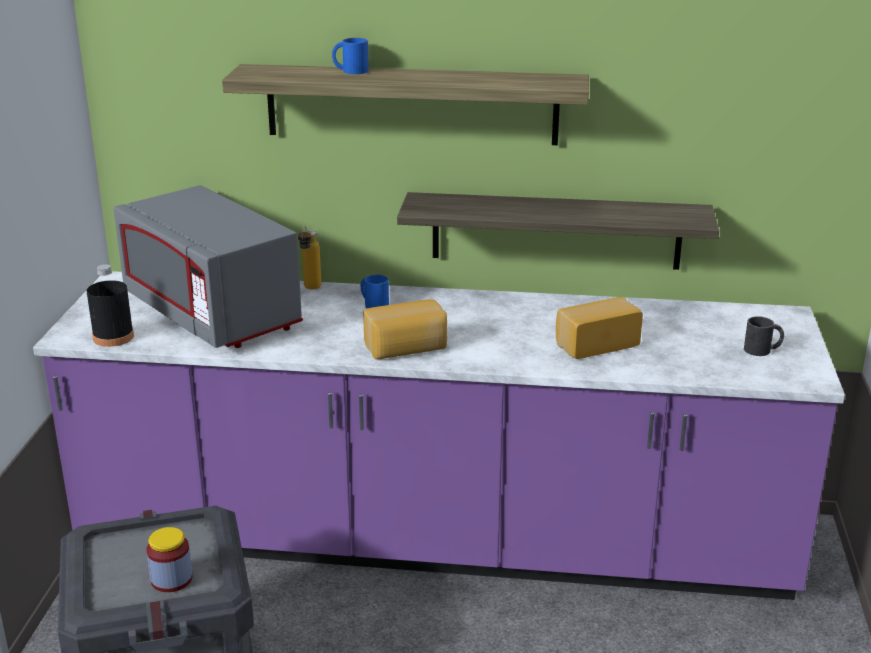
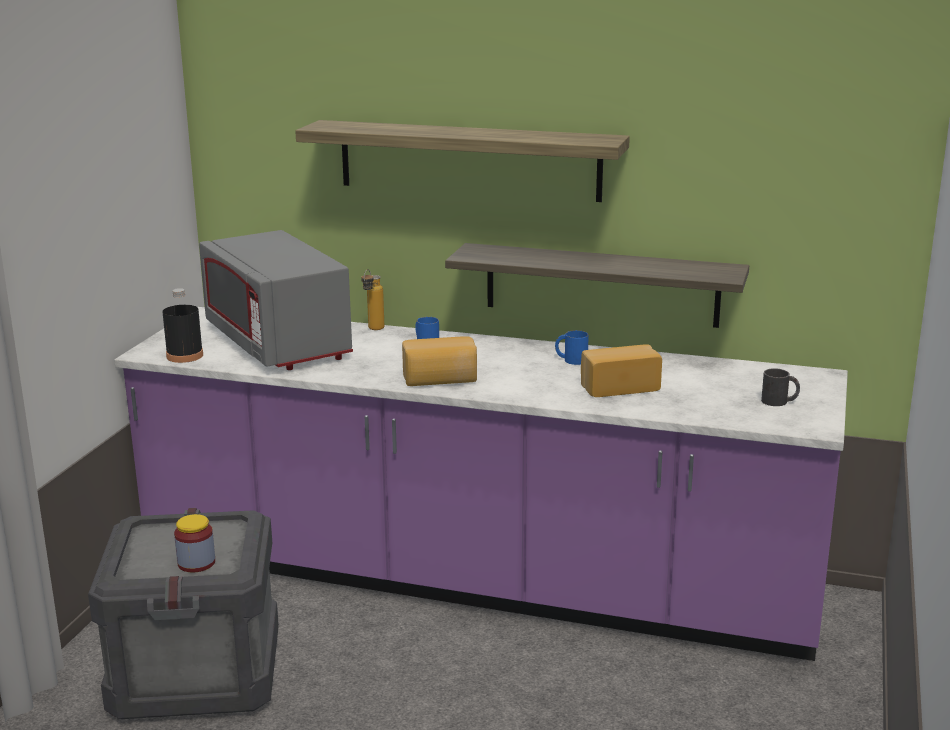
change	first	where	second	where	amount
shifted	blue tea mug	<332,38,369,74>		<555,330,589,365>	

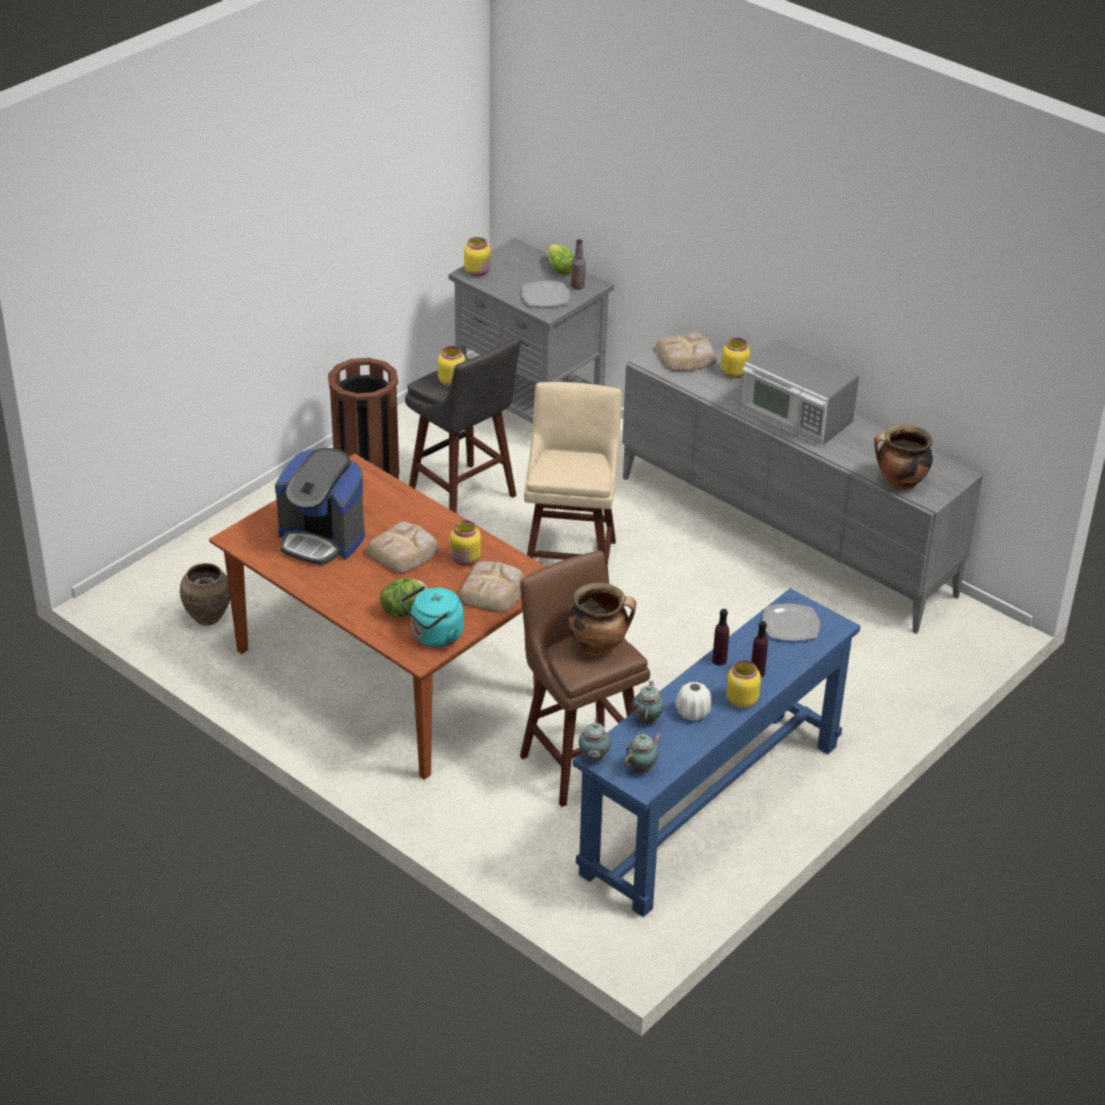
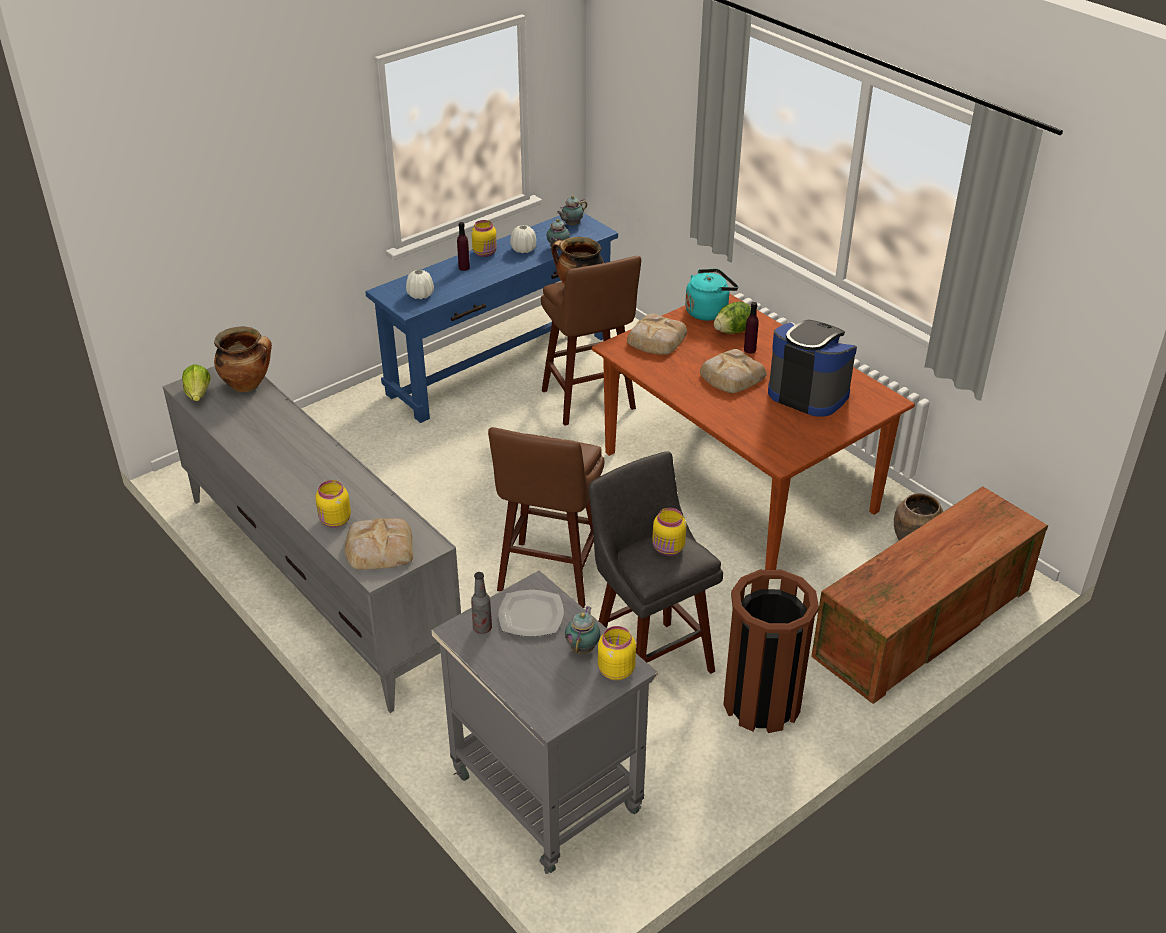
change	first	where	second	where	amount
shifted	lettuce	<548,244,574,275>		<182,364,211,401>	
gone	microwave	<741,339,859,447>			
swapped	beige-coloured upright chair	<524,382,622,584>	brownish sitting stool	<488,427,604,608>	
gone	yellow-coloured storage jar	<450,520,481,565>			
swapped	dinner plate	<762,604,820,641>	whitish flower vase	<406,270,434,299>	
shifted	purplish beverage bottle	<712,609,729,665>		<744,302,759,354>	
shifted	pot for tea	<579,718,611,761>		<565,606,600,654>	
new			brownish long seat	<811,486,1048,704>	

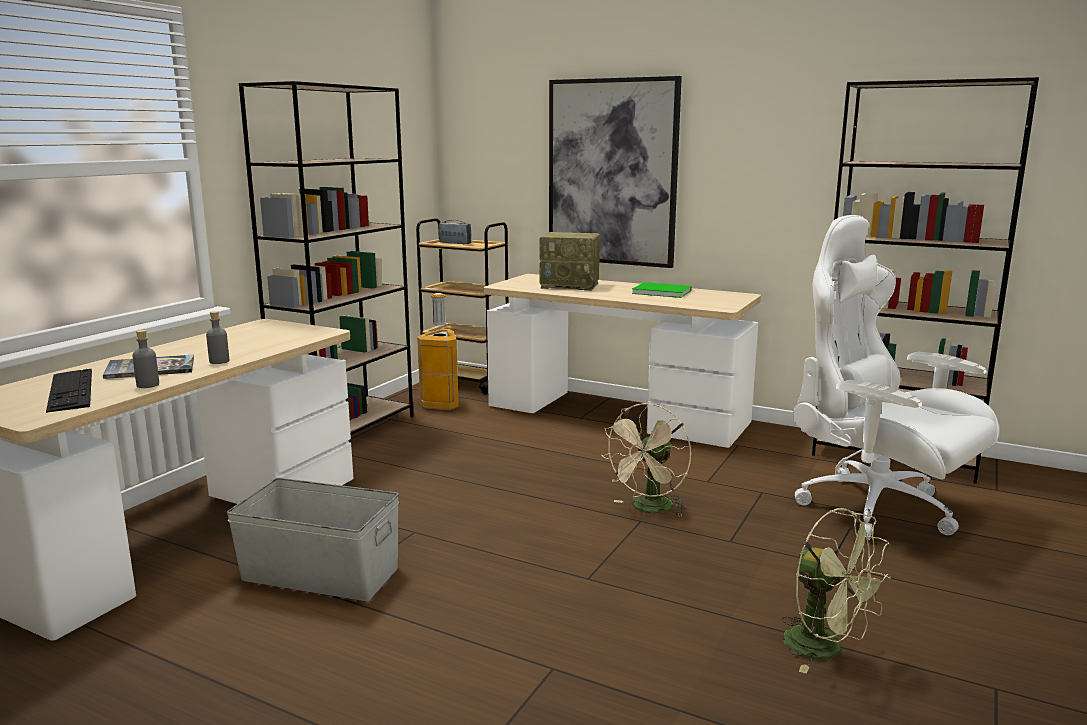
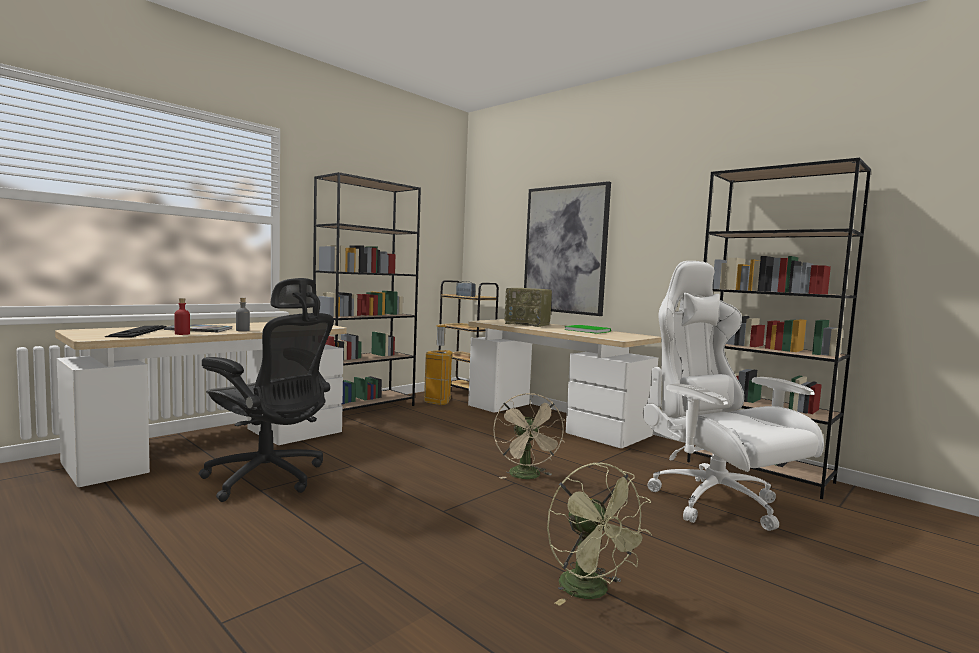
change	first	where	second	where	amount
repainted	gray beverage bottle	<132,330,159,388>	red beverage bottle	<174,298,190,335>	
rotated	beige-coloured fan	<601,403,691,517>		<493,393,565,479>	60 degrees counterclockwise
swapped	gray storage box	<226,478,399,601>	computer chair	<199,278,334,502>	

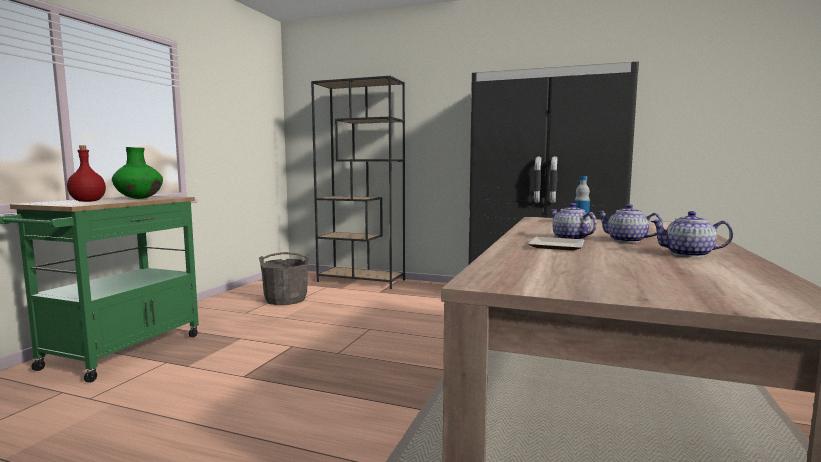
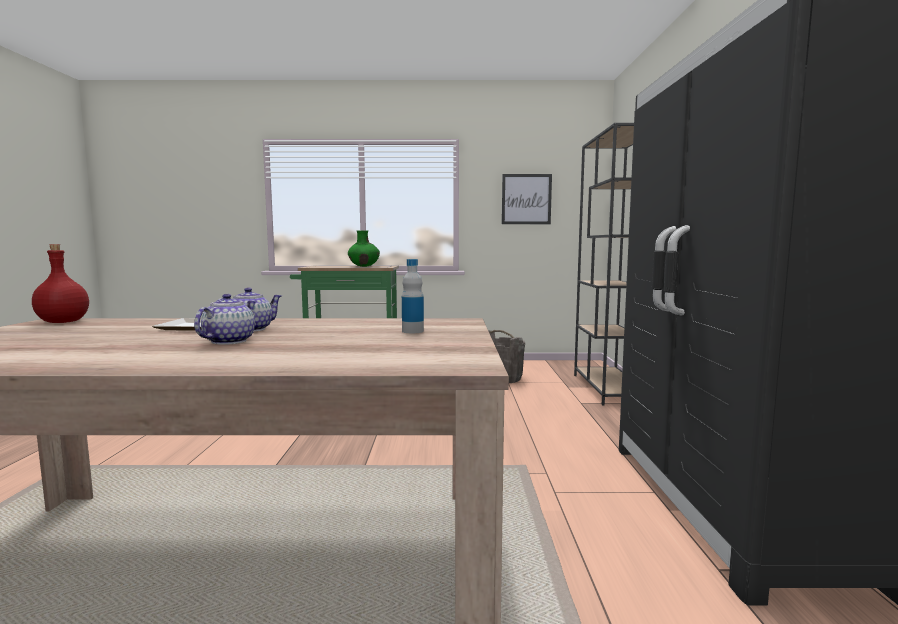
change	first	where	second	where	amount
shifted	red beverage bottle	<67,145,106,202>		<32,244,89,323>	
gone	pot for tea	<651,211,733,257>			
new			picture	<502,174,552,224>	

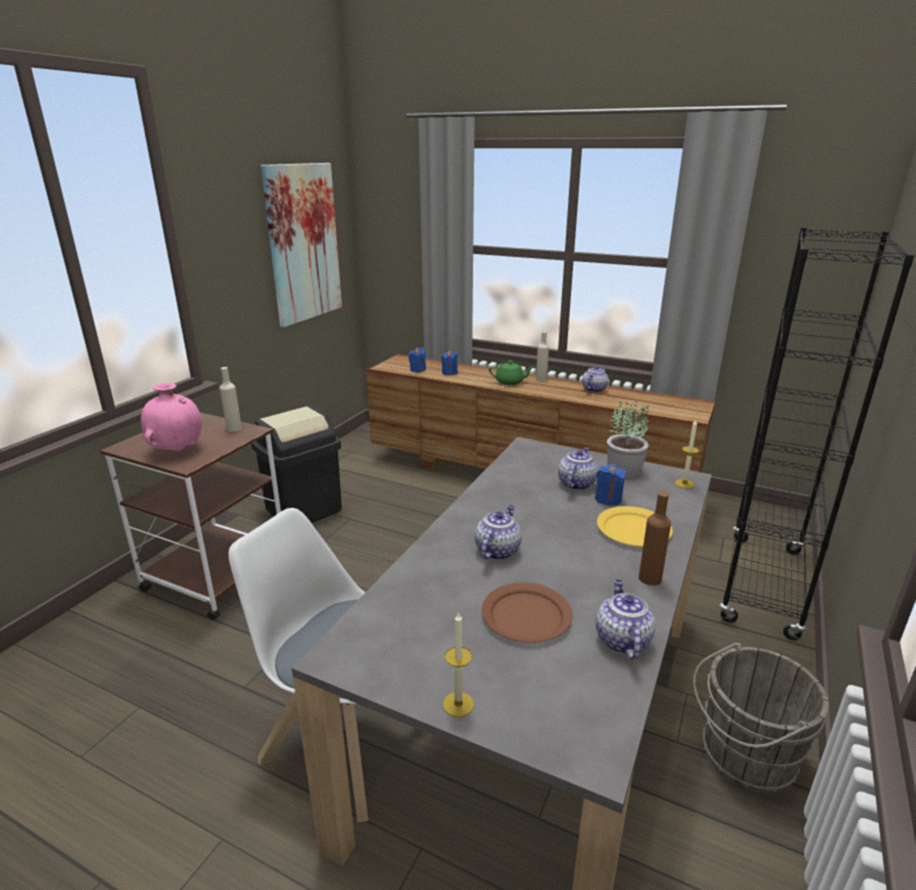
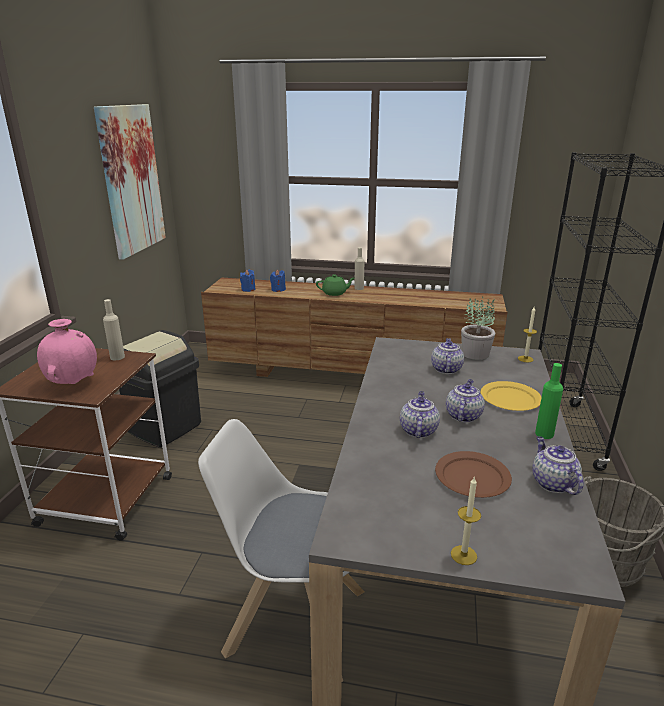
change	first	where	second	where	amount
shifted	pot for tea	<582,366,608,393>		<446,379,485,423>	
gone	blue wax candle	<595,464,626,506>			
repainted	brownish beverage bottle	<639,492,671,586>	greenish beverage bottle	<535,363,563,439>	

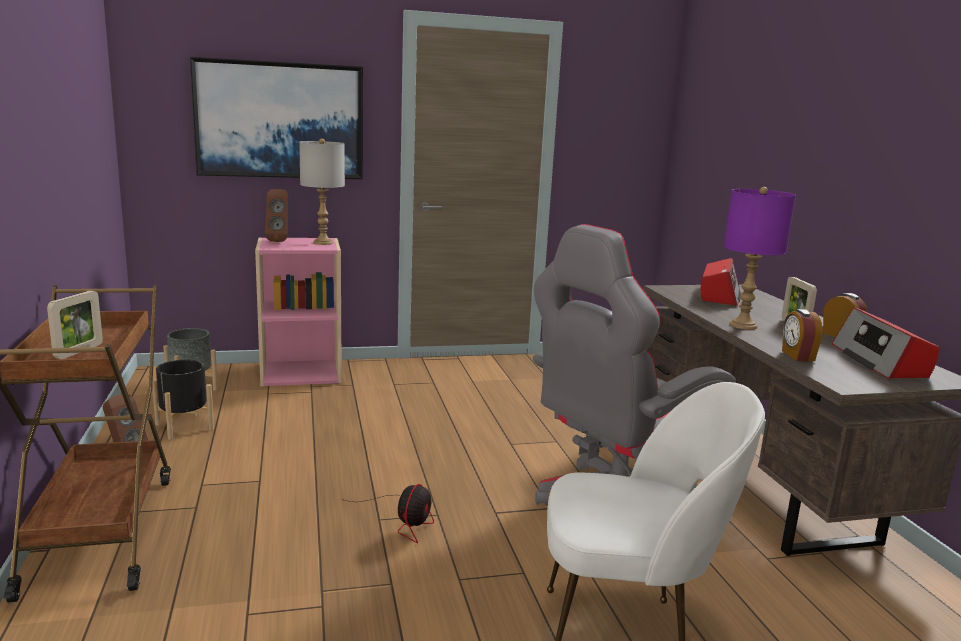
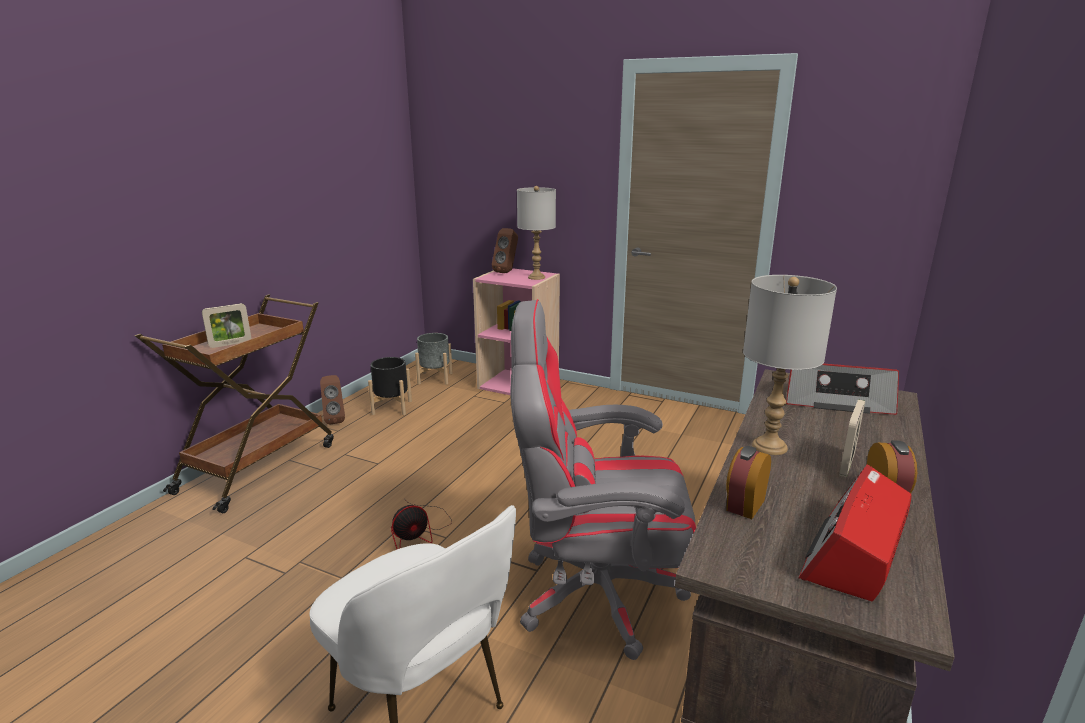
change	first	where	second	where	amount
gone	picture	<189,57,363,179>			
repainted	purplish table lamp	<724,187,796,330>	gray table lamp	<743,275,837,455>	
rotated	radio receiver	<701,258,741,306>		<786,364,899,415>	45 degrees clockwise

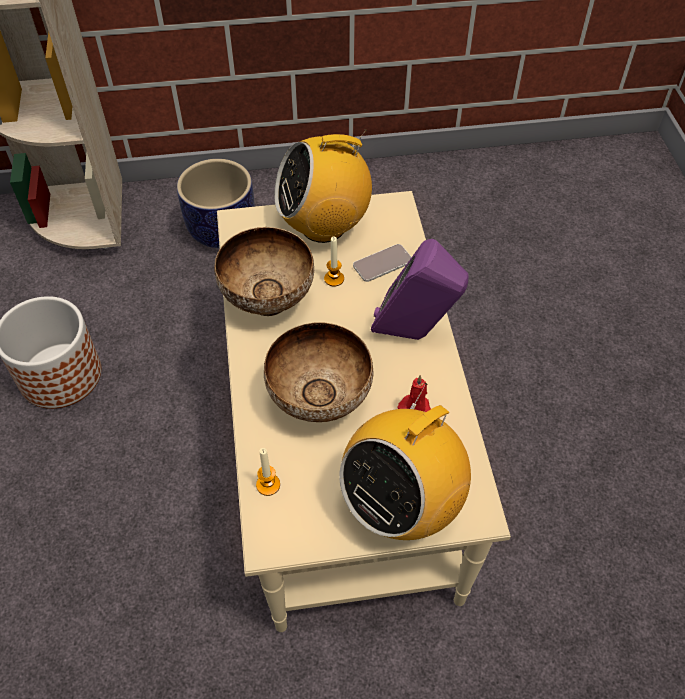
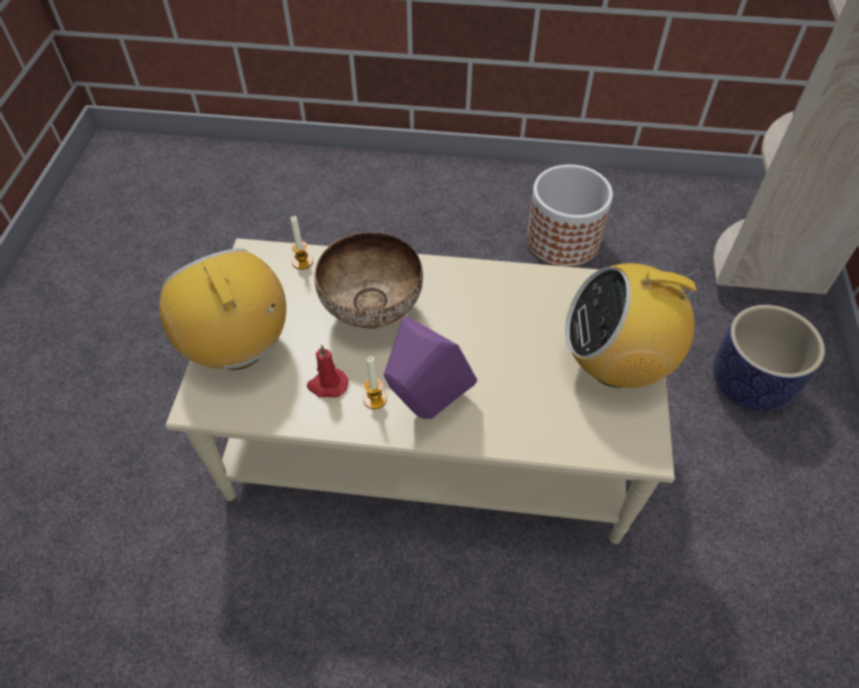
change	first	where	second	where	amount
rotated	radio receiver	<274,129,372,243>		<565,263,702,388>	90 degrees counterclockwise
gone	serving bowl	<214,227,314,316>			
shifted	wax candle	<324,236,344,286>		<363,356,387,409>	
gone	telephone	<353,244,411,282>			

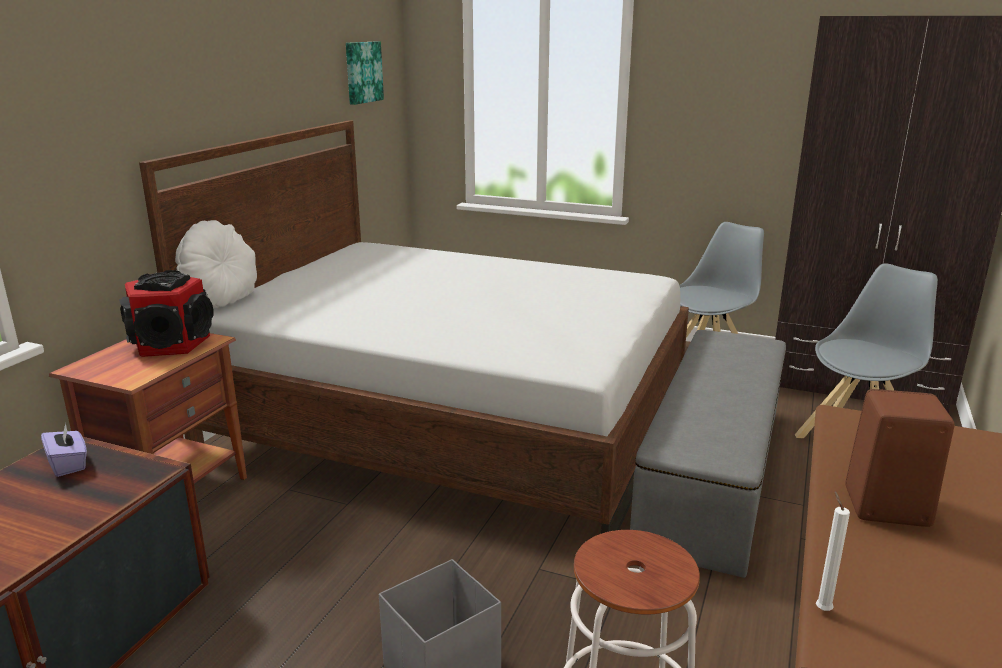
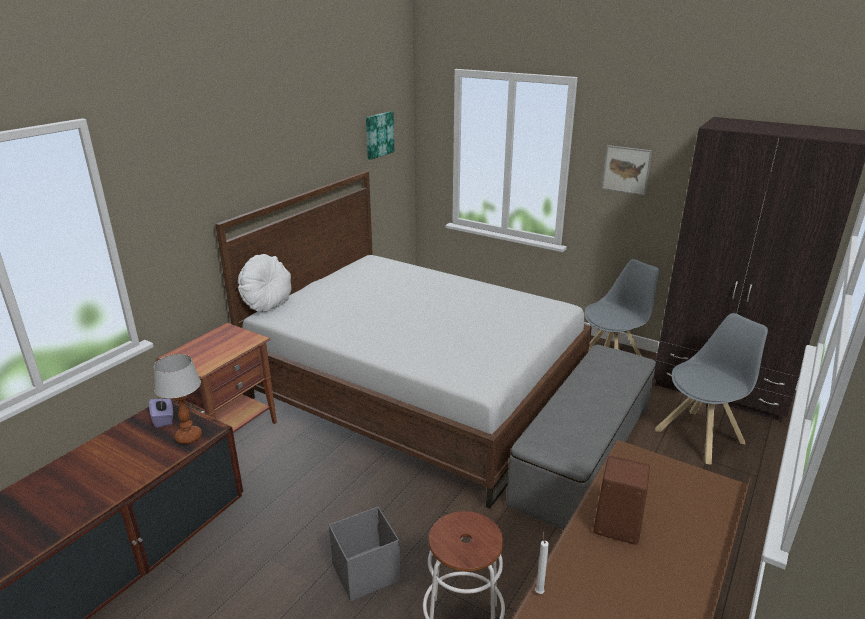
change	first	where	second	where	amount
gone	audio speaker	<119,270,214,357>			
new			picture	<602,145,652,195>	
new			table lamp	<154,354,202,444>	

